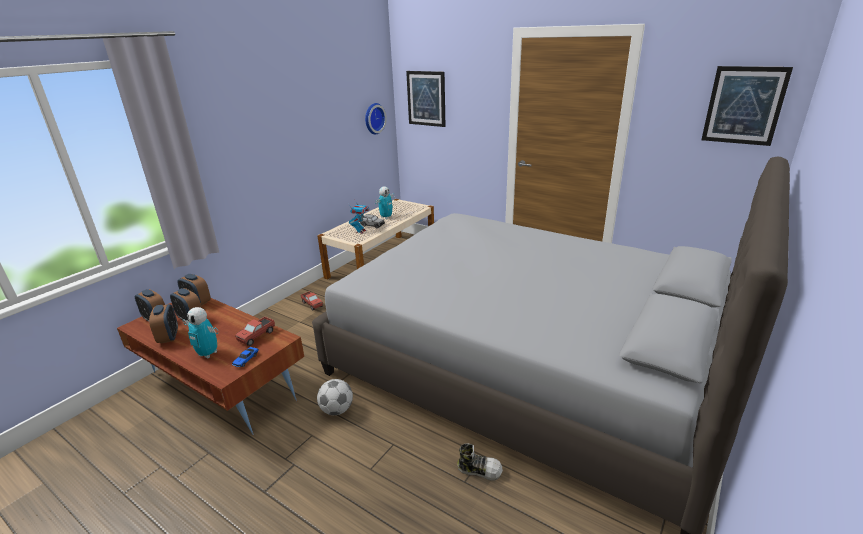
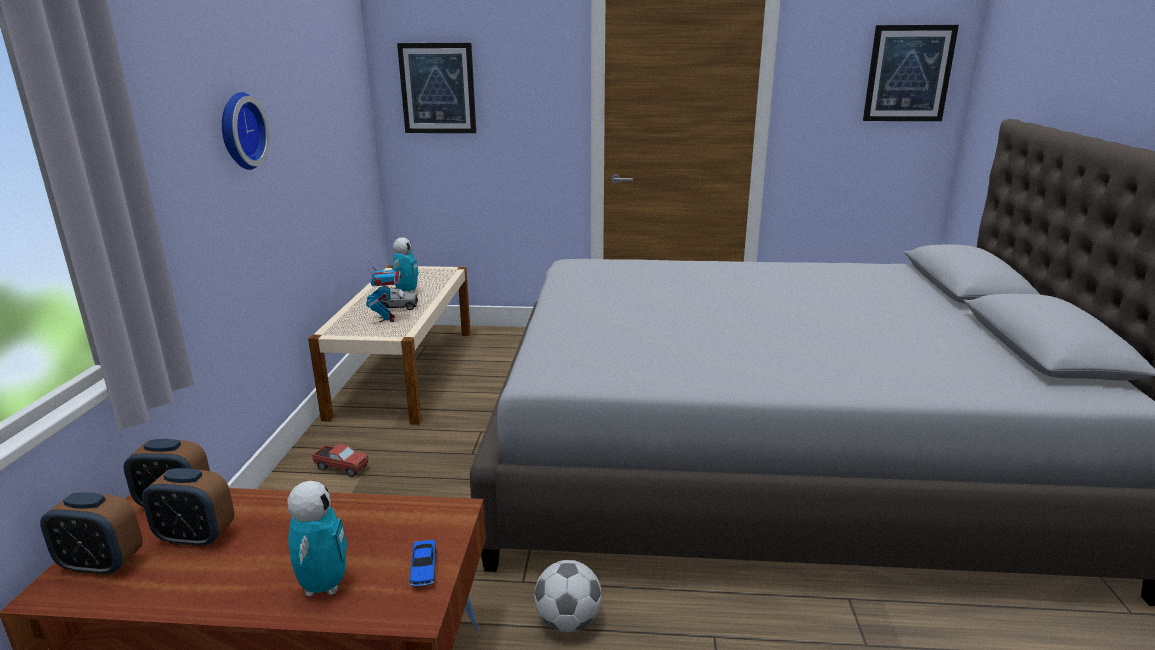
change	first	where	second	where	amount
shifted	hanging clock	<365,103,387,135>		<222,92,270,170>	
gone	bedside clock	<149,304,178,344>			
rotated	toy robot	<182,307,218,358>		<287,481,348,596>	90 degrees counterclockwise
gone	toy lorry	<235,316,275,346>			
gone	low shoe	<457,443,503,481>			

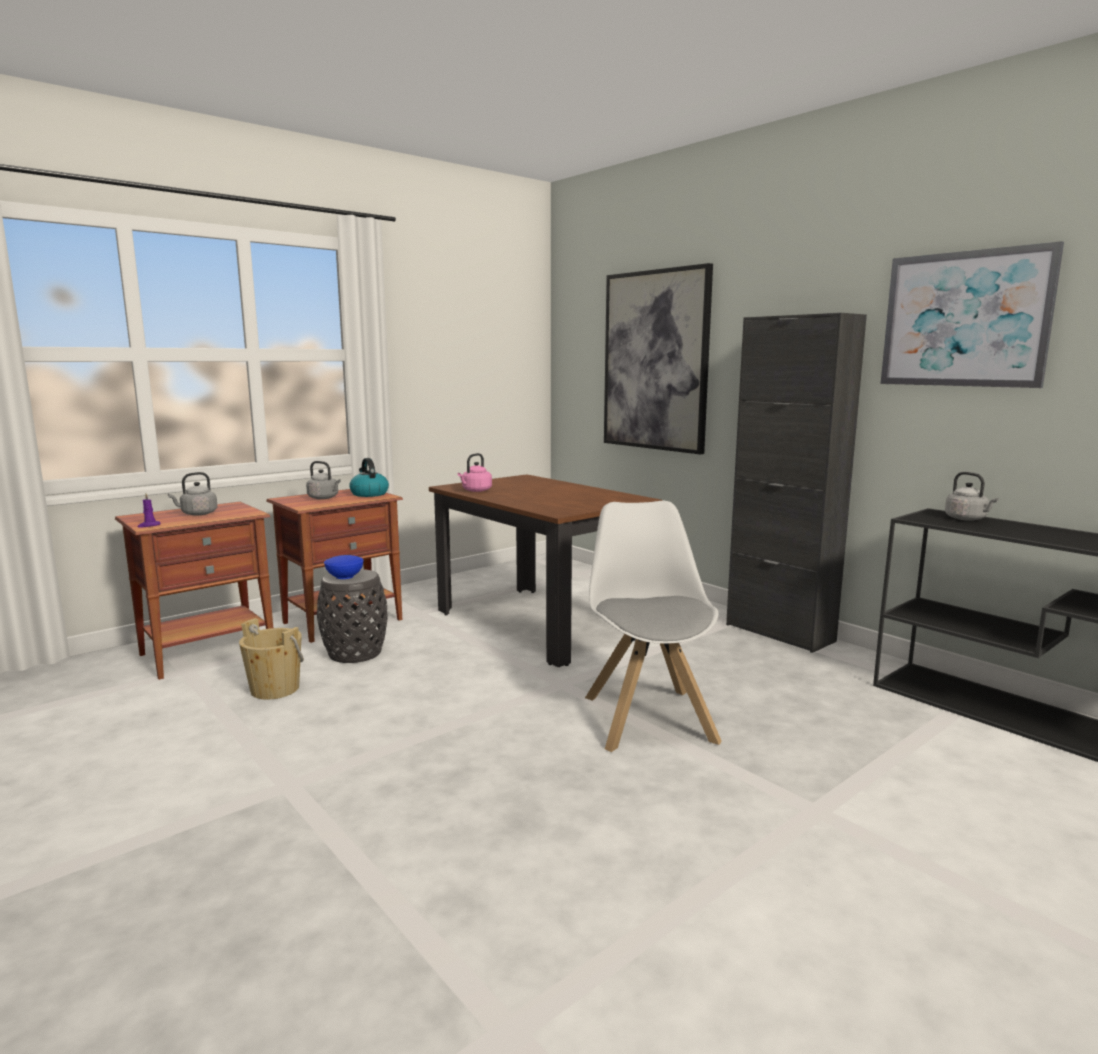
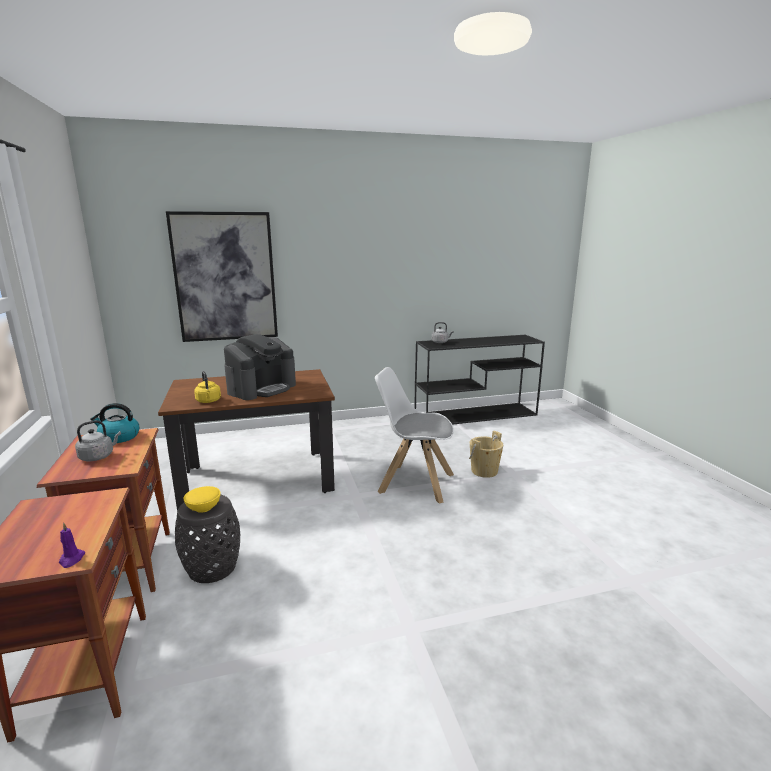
change	first	where	second	where	amount
gone	picture	<881,241,1064,388>			
gone	black cabinet	<726,313,867,653>			
repainted	pink-coloured tea kettle	<458,453,492,492>	yellow-coloured tea kettle	<194,371,221,403>	
gone	gray tea kettle	<168,472,218,515>			
repainted	blue serving bowl	<324,555,363,579>	yellow-coloured serving bowl	<183,486,220,513>	
shifted	beige-coloured pail	<239,618,304,700>		<469,431,503,478>	
new			coffee brewer	<224,334,296,400>	

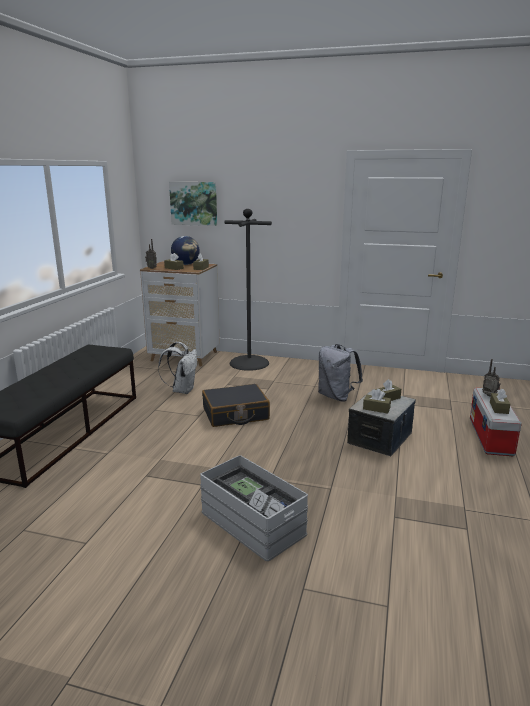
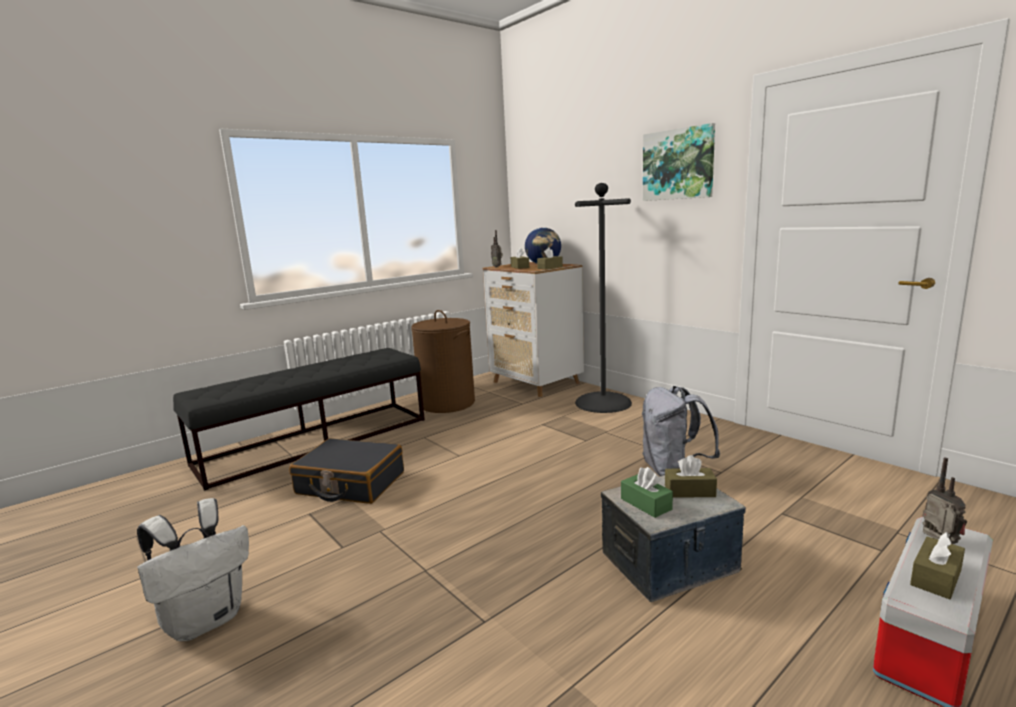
change	first	where	second	where	amount
shifted	picture	<169,182,217,226>		<643,123,715,201>	
shifted	whitish knapsack	<158,342,197,394>		<137,498,249,641>	
shifted	black travel case	<202,384,270,427>		<289,438,404,504>	
repainted	brownish tissue box	<363,389,391,414>	greenish tissue box	<621,467,673,518>	
gone	gray storage box	<200,455,308,561>			
new			brownish washing basket	<411,310,475,413>	

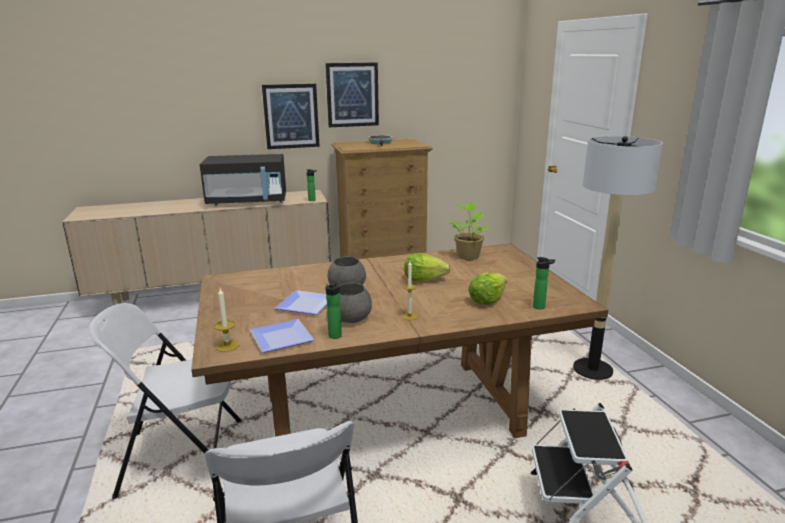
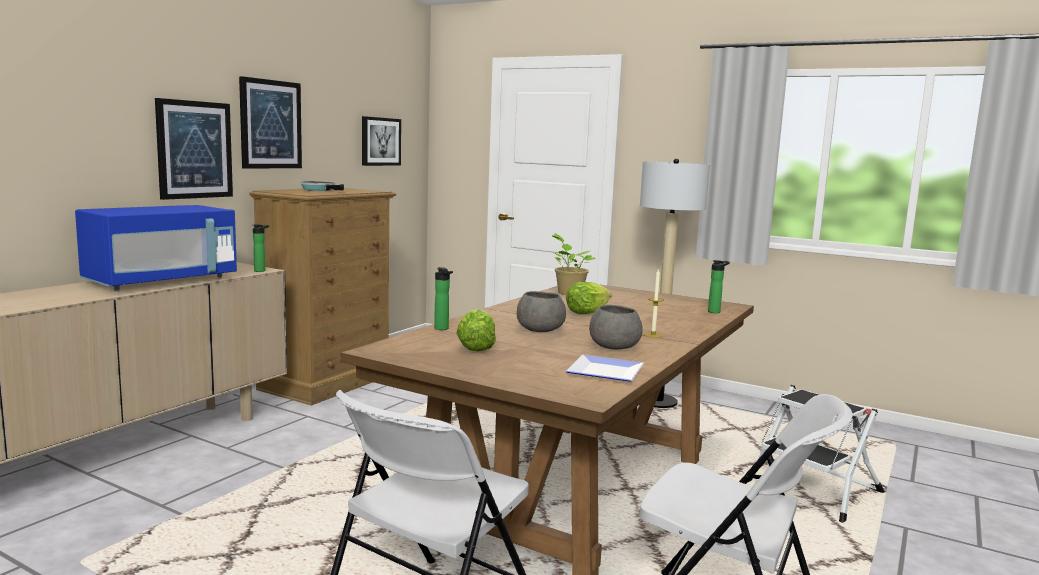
change	first	where	second	where	amount
repainted	black microwave	<200,154,287,206>	blue microwave	<75,205,237,290>	
shifted	lettuce	<468,273,507,305>		<456,309,496,352>	
shifted	beverage bottle	<325,280,342,339>		<434,267,453,330>	
gone	wax candle	<214,288,240,352>			
gone	dinner plate	<275,290,327,315>			
new			picture	<362,116,401,166>	

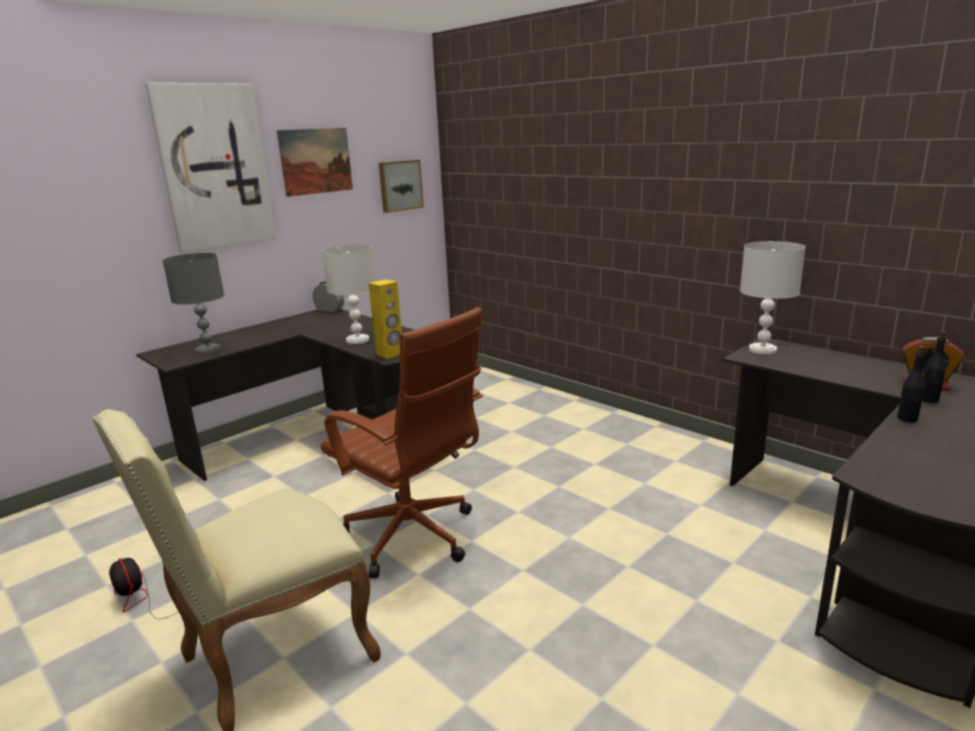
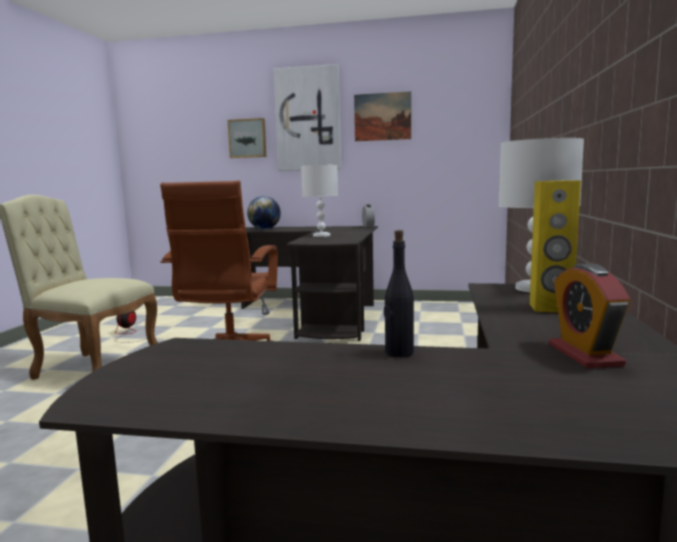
change	first	where	second	where	amount
shifted	picture	<379,160,424,213>		<228,118,266,158>	
swapped	gray table lamp	<163,253,224,354>	world globe	<247,196,281,230>	
shifted	yellow-coloured audio speaker	<369,279,402,359>		<530,180,581,312>	
gone	black beverage bottle	<922,331,946,403>			

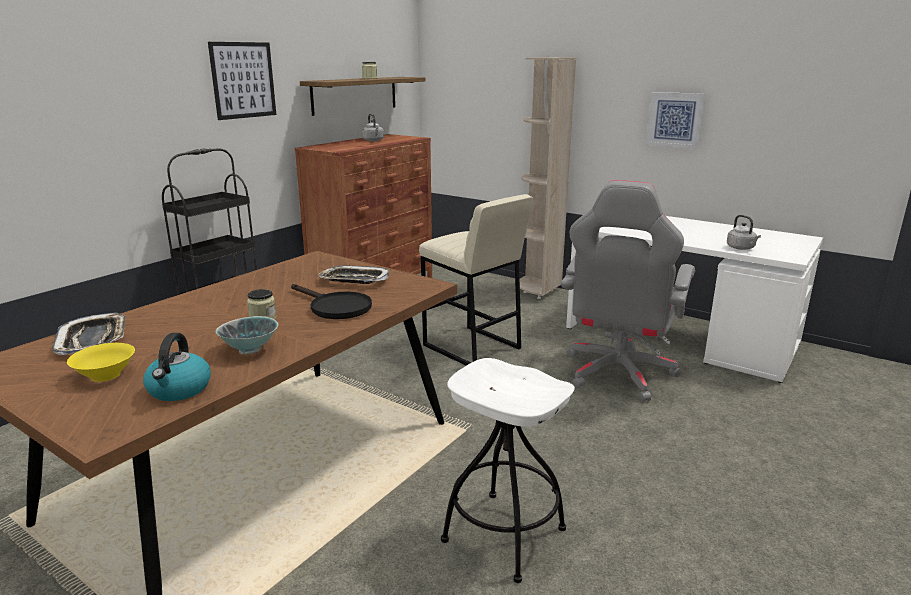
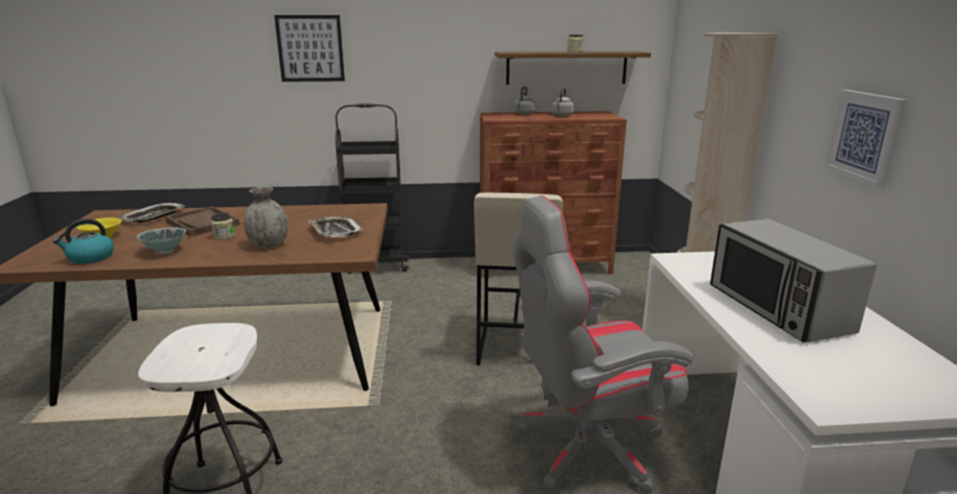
change	first	where	second	where	amount
shifted	picture	<208,42,276,120>		<274,15,345,82>	
shifted	gray tea kettle	<727,215,761,250>		<514,86,535,114>	
swapped	black frying pan	<291,284,372,319>	gray flower vase	<244,187,288,248>	
new			brownish tray	<165,206,240,237>	
new			microwave	<710,219,877,343>	

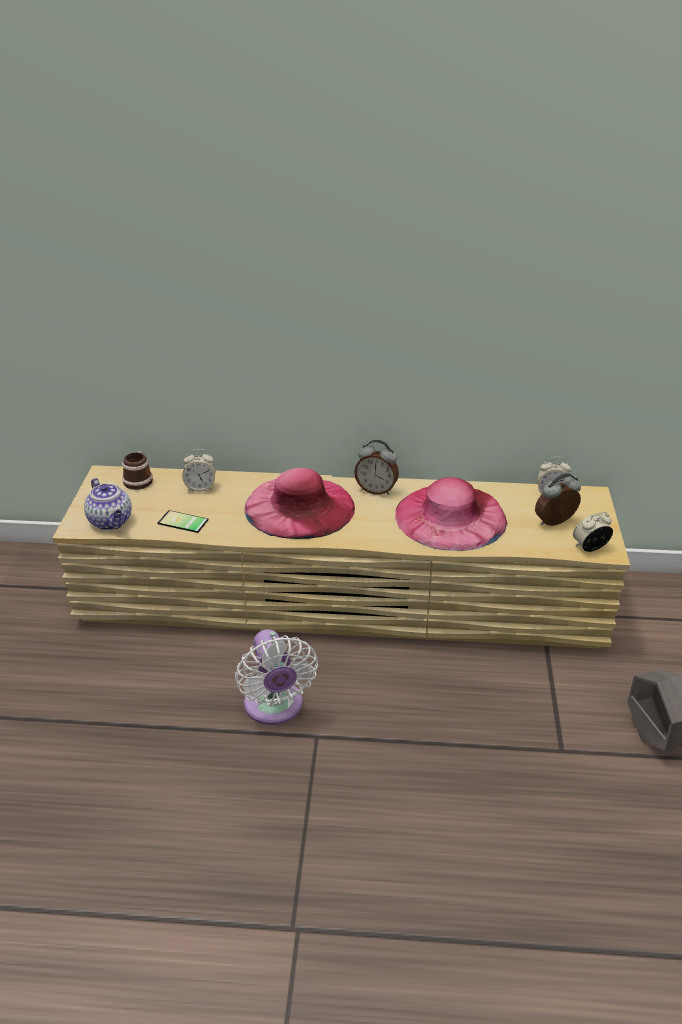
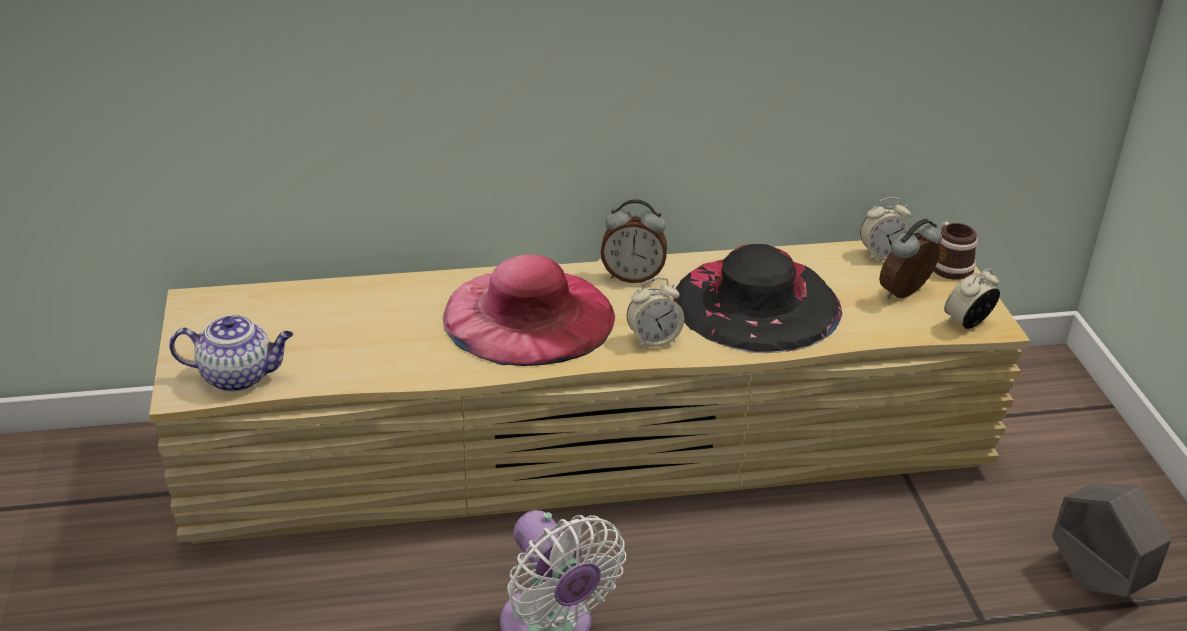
change	first	where	second	where	amount
shifted	bedside clock	<182,449,215,492>		<627,278,684,348>	
shifted	tea mug	<122,451,153,490>		<934,221,978,280>	
repainted	pink-coloured hat	<395,477,507,551>	black hat	<673,244,842,353>	
rotated	pot for tea	<84,478,132,530>		<169,315,293,392>	45 degrees counterclockwise
gone	telephone	<158,510,209,533>			

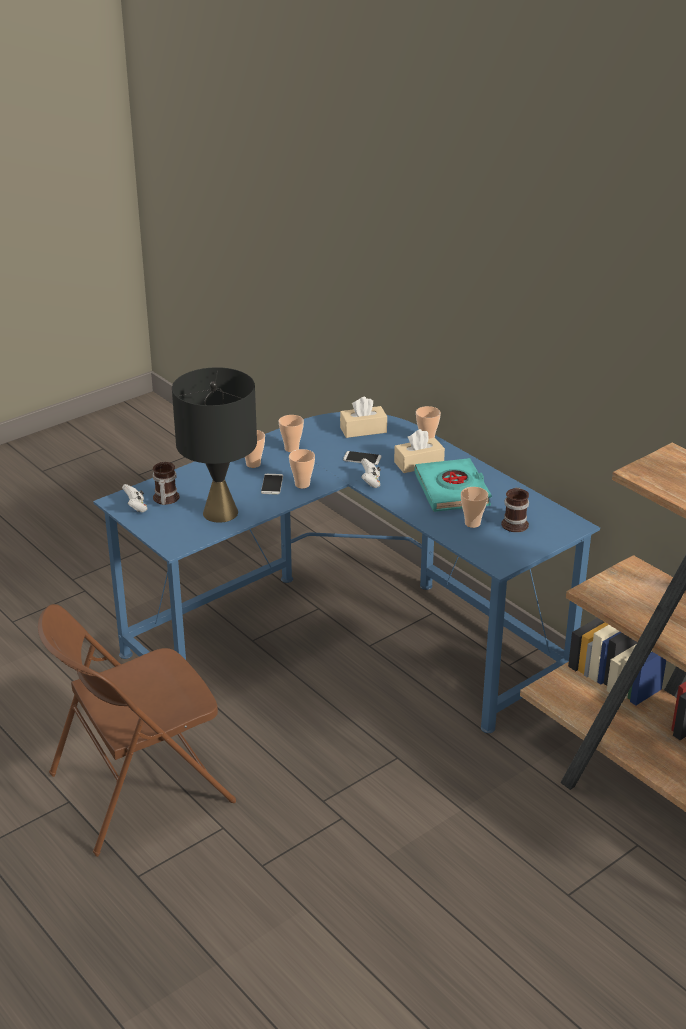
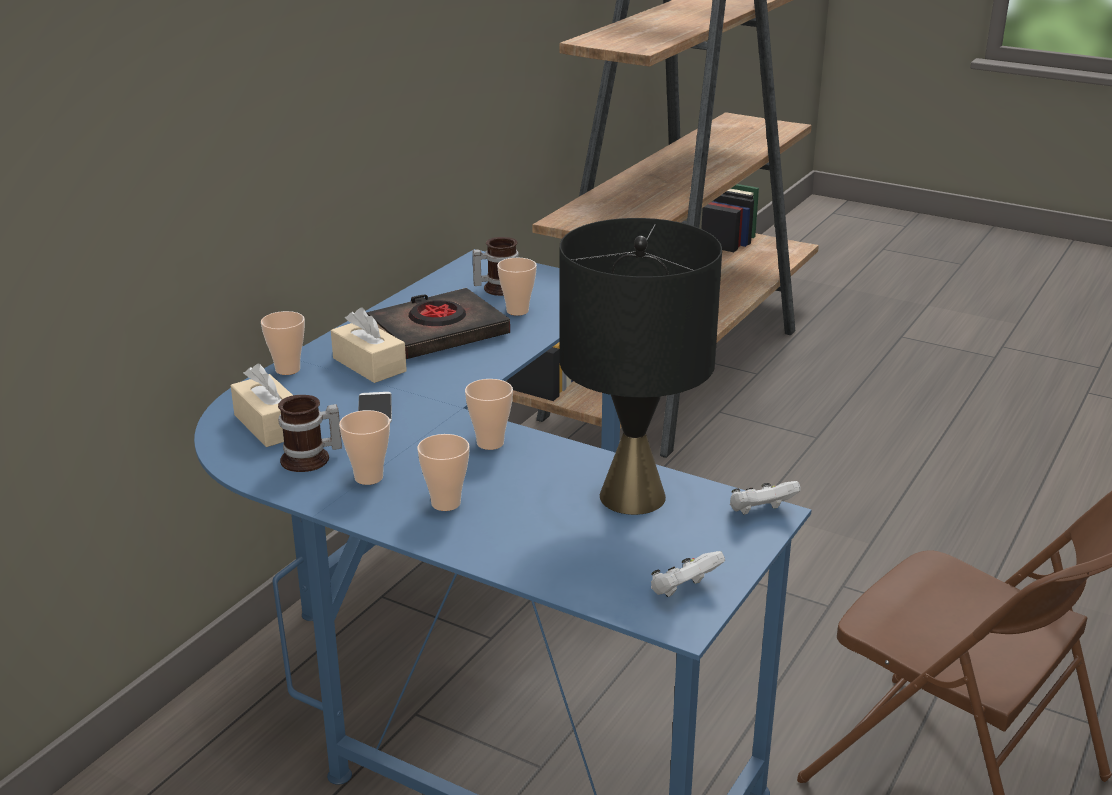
change	first	where	second	where	amount
shifted	whitish gamepad	<361,458,381,488>		<730,481,801,515>	
repainted	turquoise bound book	<415,458,492,512>	black bound book	<367,288,510,359>	
shifted	tea mug	<153,462,180,505>		<278,395,342,472>	
gone	telephone	<261,474,283,495>			

